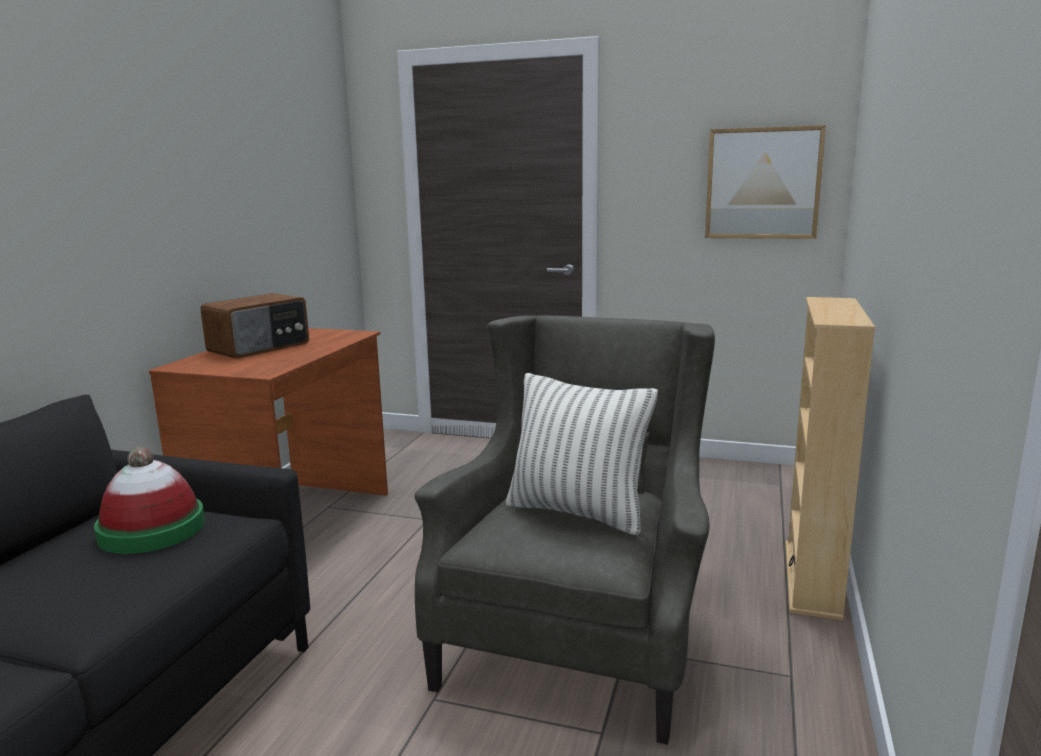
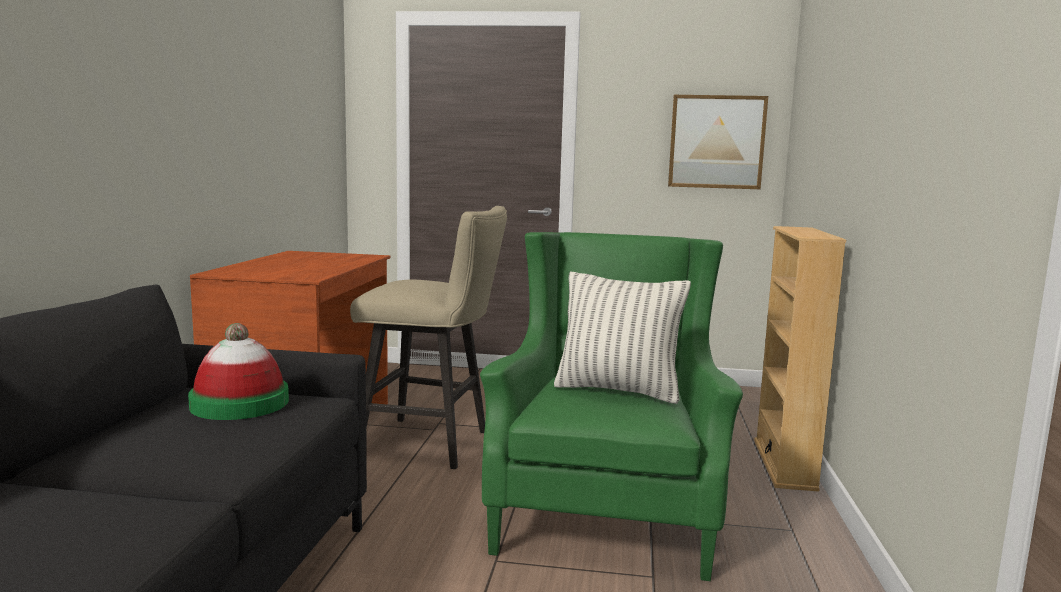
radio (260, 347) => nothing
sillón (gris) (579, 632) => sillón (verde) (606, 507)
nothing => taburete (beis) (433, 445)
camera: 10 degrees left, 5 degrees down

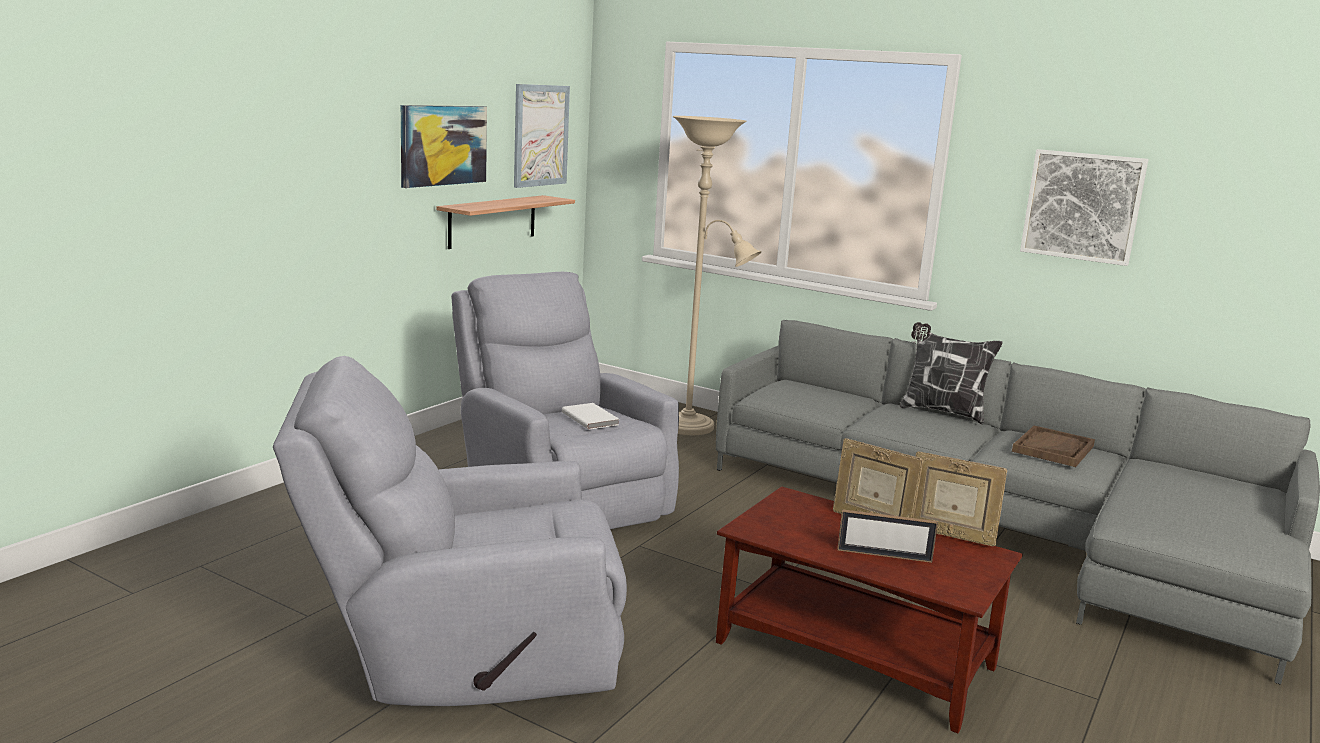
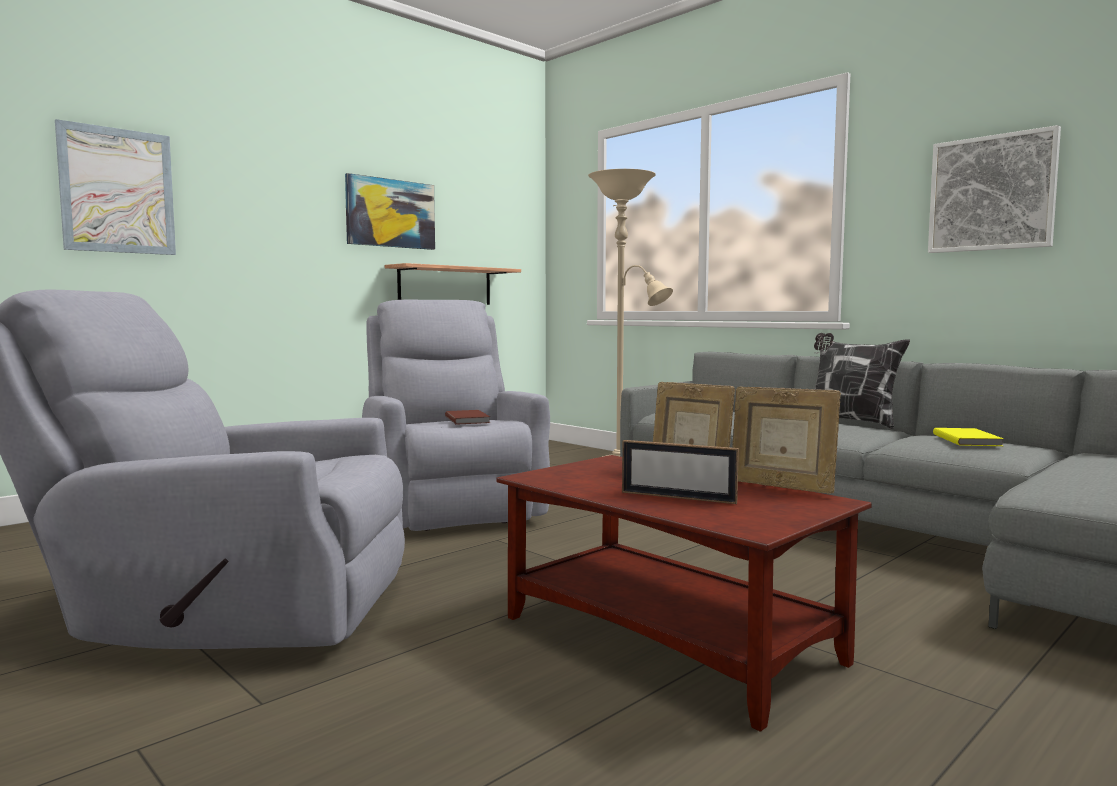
cuadro (540, 135) => cuadro (117, 191), relocated
libro (blanco) (591, 418) => libro (marrón) (468, 419)
bandeja (marrón) (1053, 448) => libro (amarillo) (968, 440)
camera: 15 degrees right, 10 degrees down

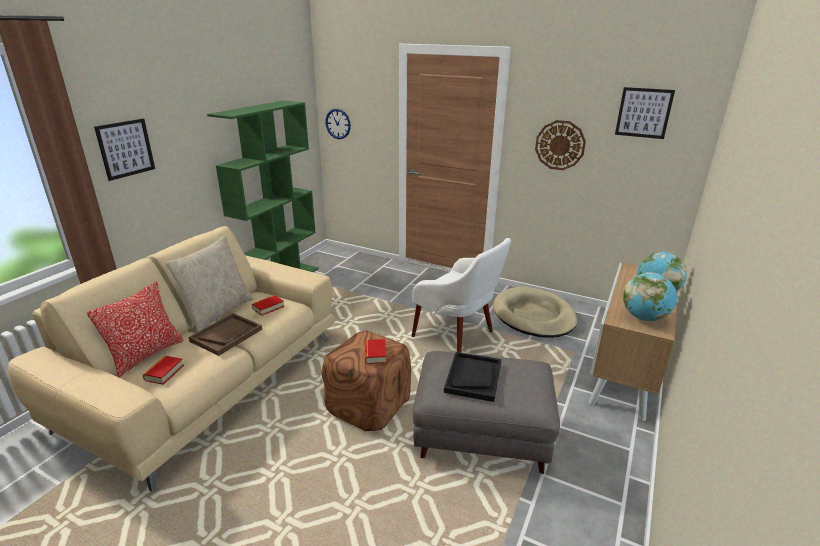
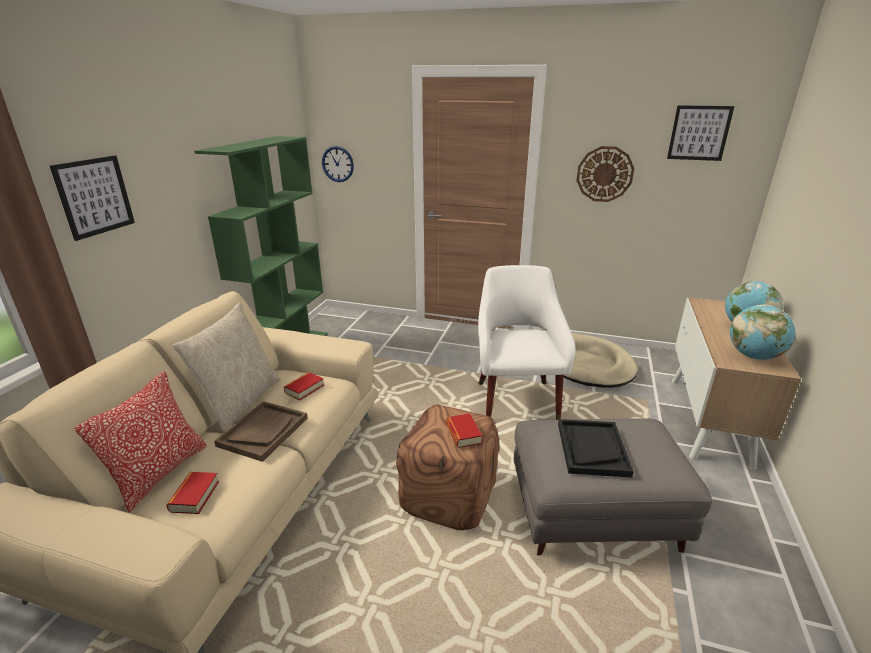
sillón (blanco) (457, 336) => sillón (blanco) (516, 397), 120 degrees counterclockwise
camera: 10 degrees left, 0 degrees up

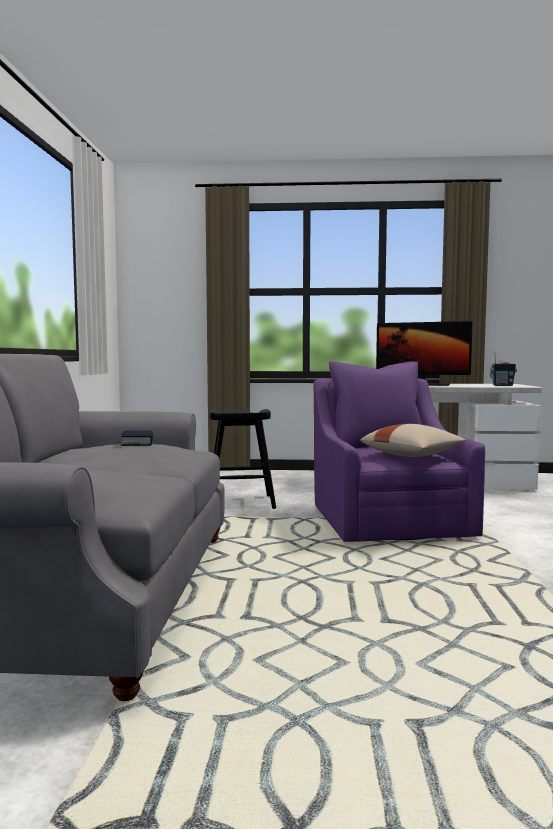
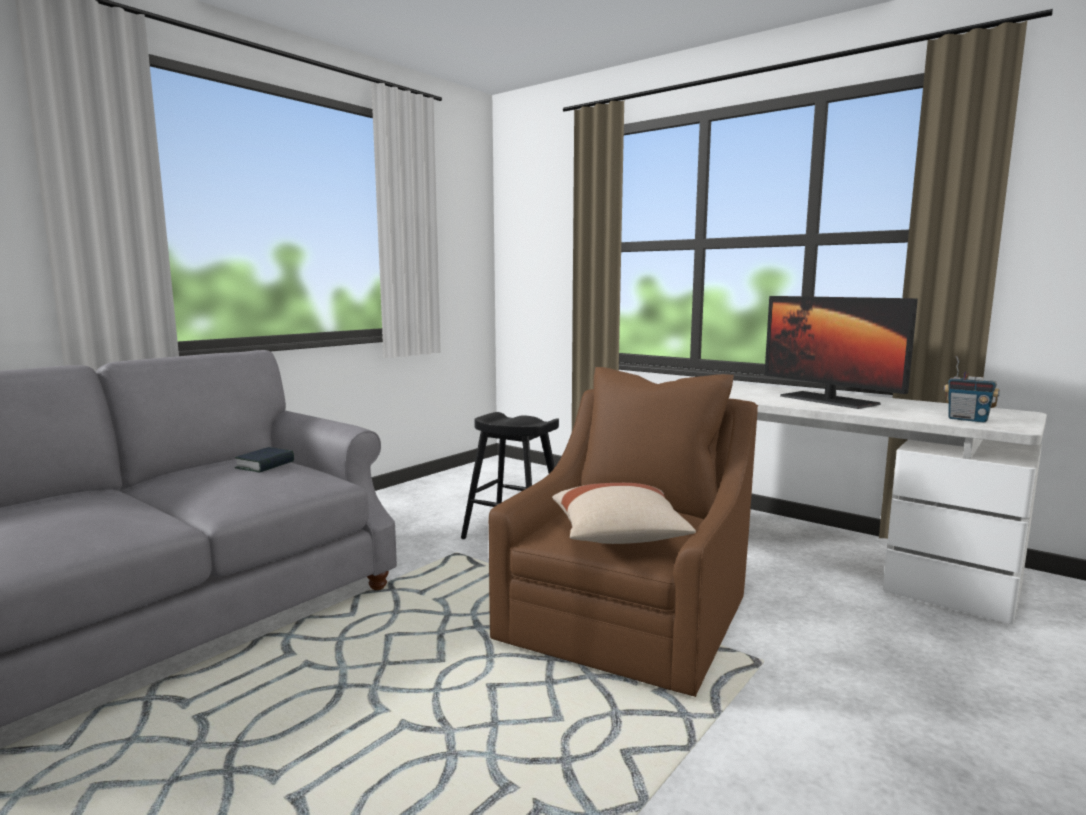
sillón (morado) (388, 521) => sillón (marrón) (630, 617)
camera: 35 degrees right, 5 degrees up

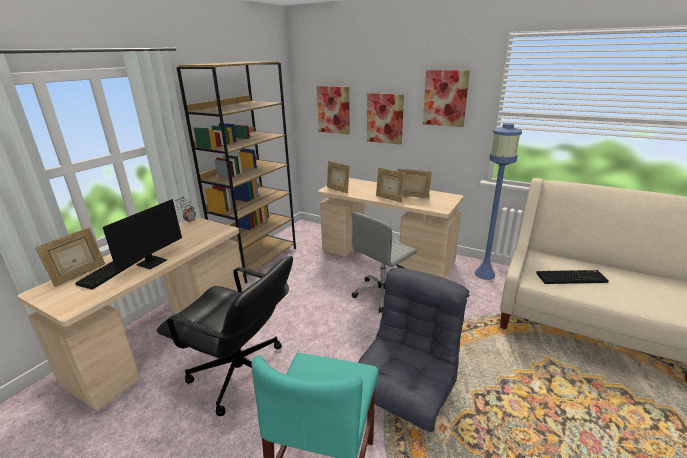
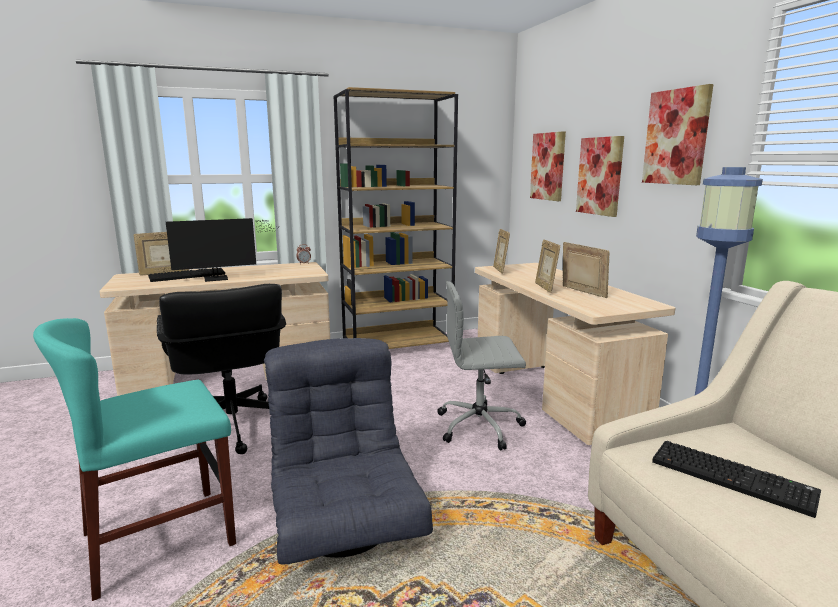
sillón (gris) (406, 389) => sillón (gris) (346, 524), 90 degrees counterclockwise
camera: 40 degrees right, 10 degrees down

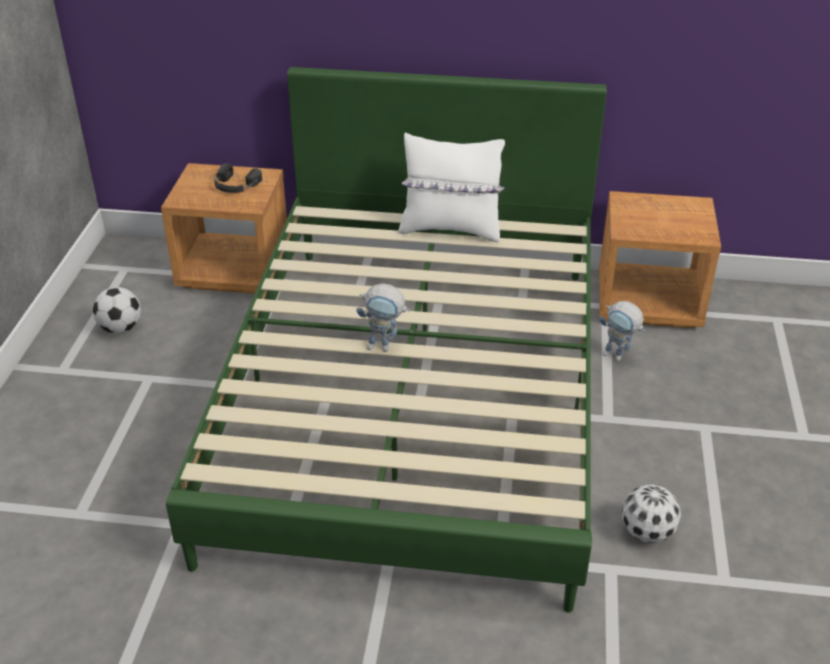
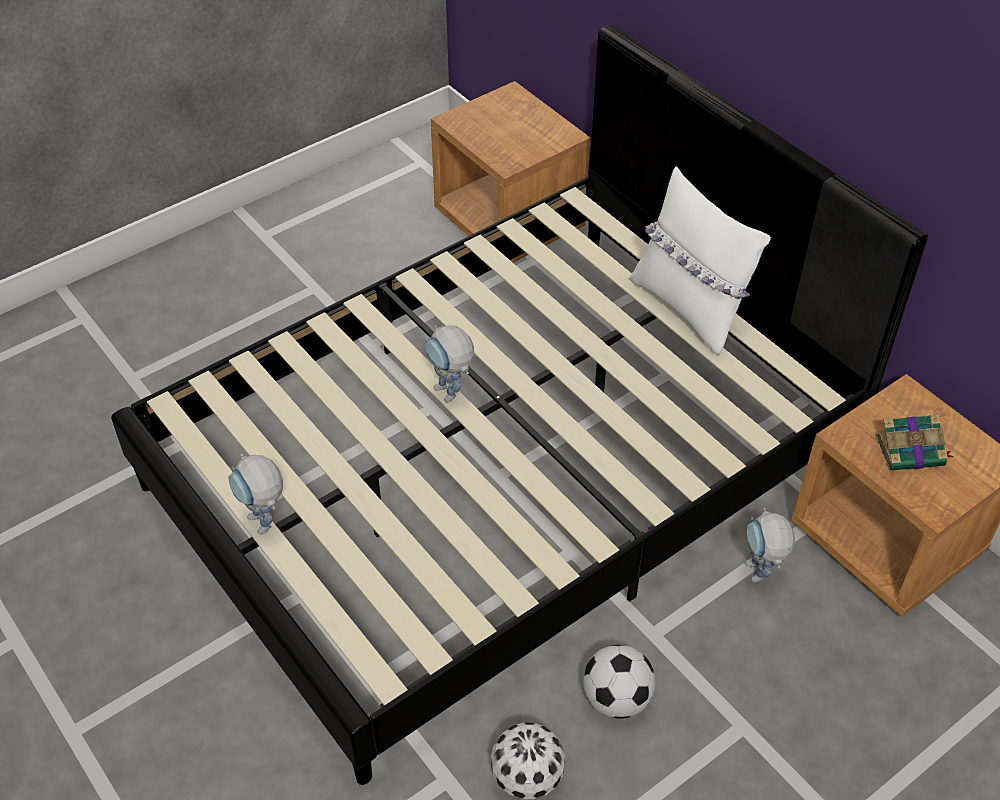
balón de fútbol (121, 328) => balón de fútbol (616, 699), relocated
cama (verde) (416, 397) => cama (negro) (501, 469)
auriculares (negro) (235, 185) => nothing
nothing => robot de juguete (266, 527)
nothing => libro (911, 451)
camera: 45 degrees right, 10 degrees up

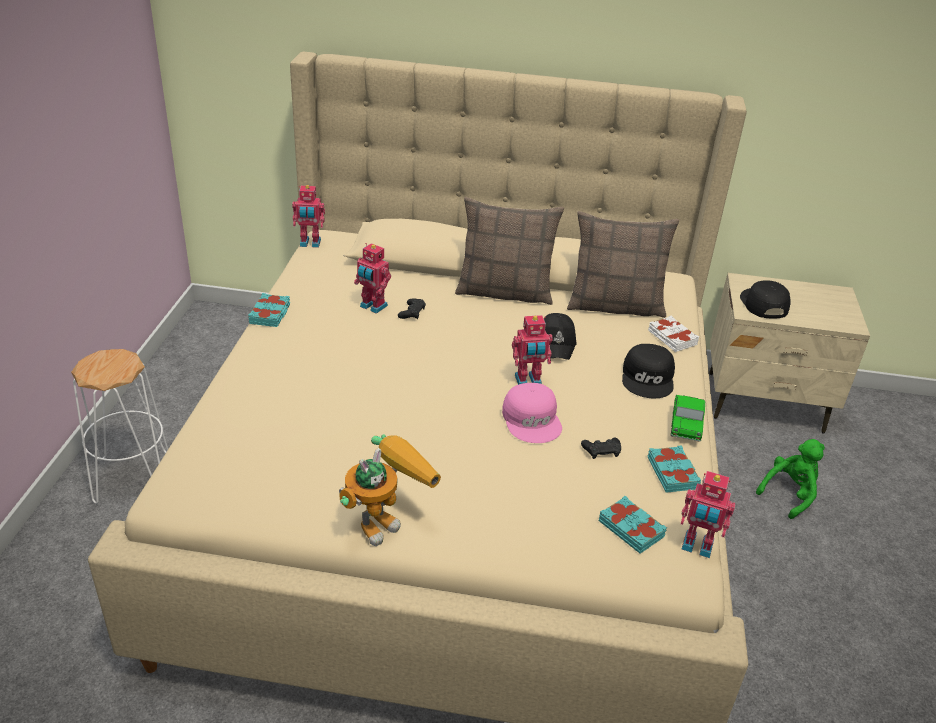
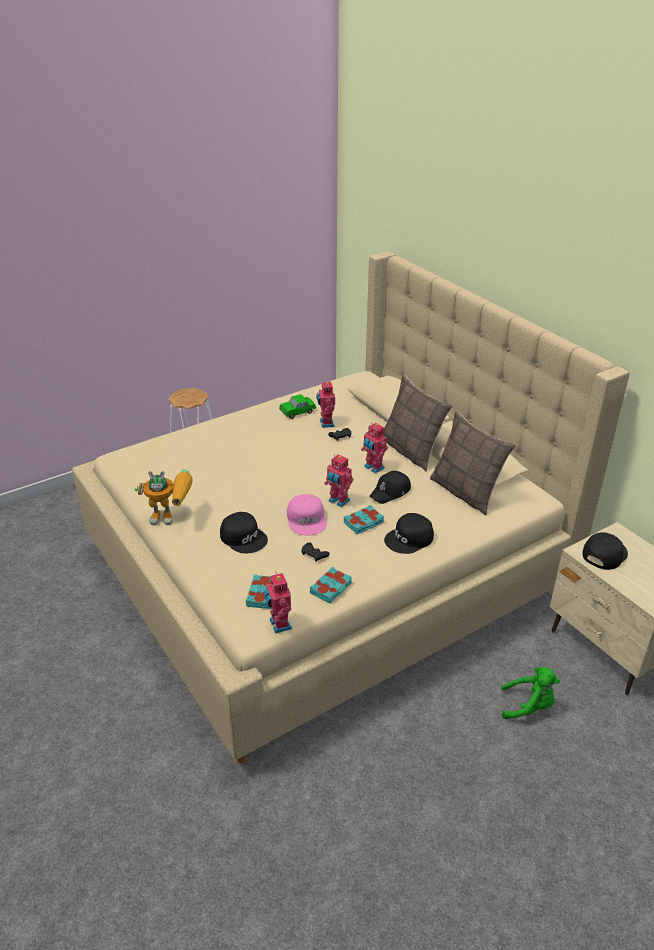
libro (turquesa) (270, 314) => libro (turquesa) (364, 523), relocated
robot de juguete (310, 243) => robot de juguete (373, 468), relocated
gorra (rosa) (532, 419) => gorra (rosa) (307, 519), 45 degrees counterclockwise
libro (blanco) (671, 338) => nothing
coche de juguete (685, 426) => coche de juguete (297, 412), relocated
nothing => gorra (negro) (244, 537)
camera: 50 degrees right, 0 degrees up

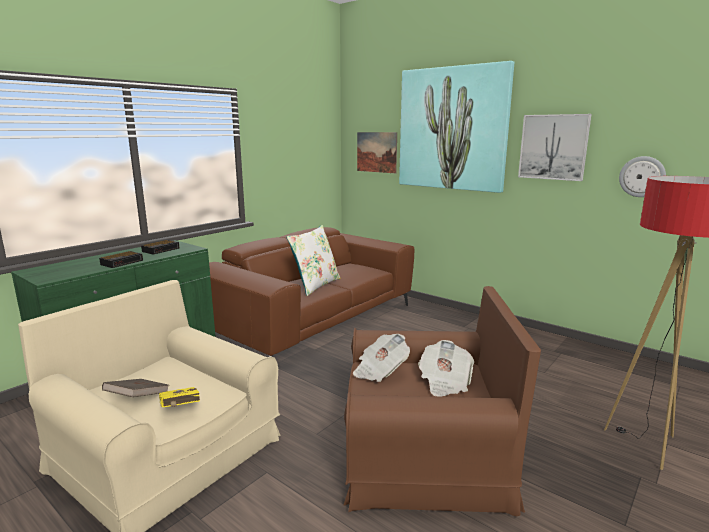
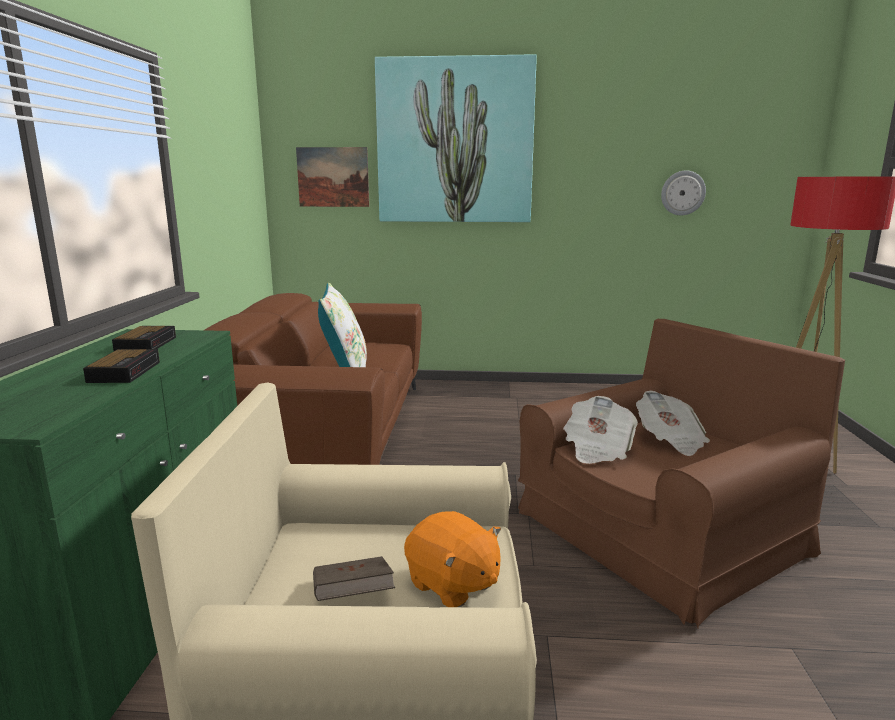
libro (amarillo) (180, 410) => peluche (naranja) (452, 585)
cuadro (553, 147) => nothing
camera: 35 degrees left, 0 degrees up

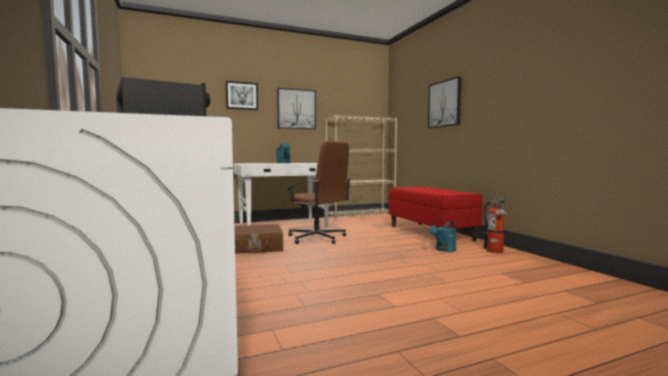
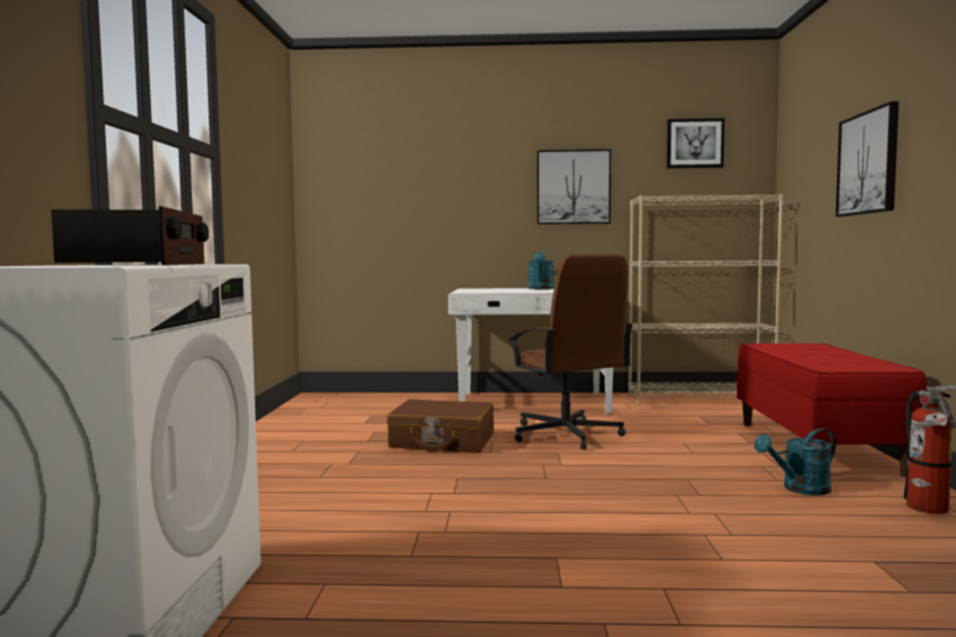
cuadro (241, 96) => cuadro (694, 143), relocated
camera: 25 degrees right, 0 degrees up

